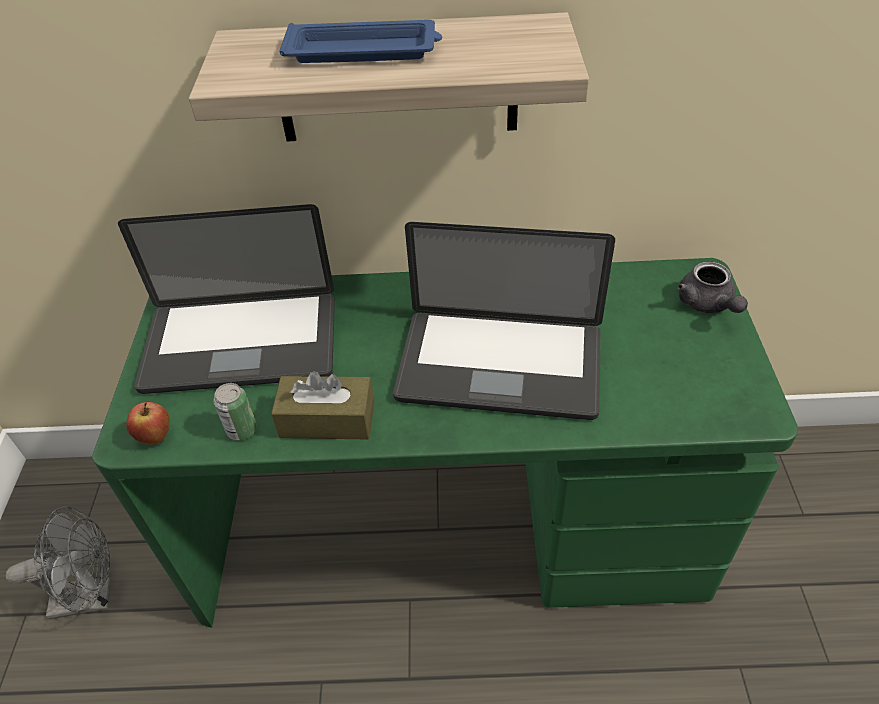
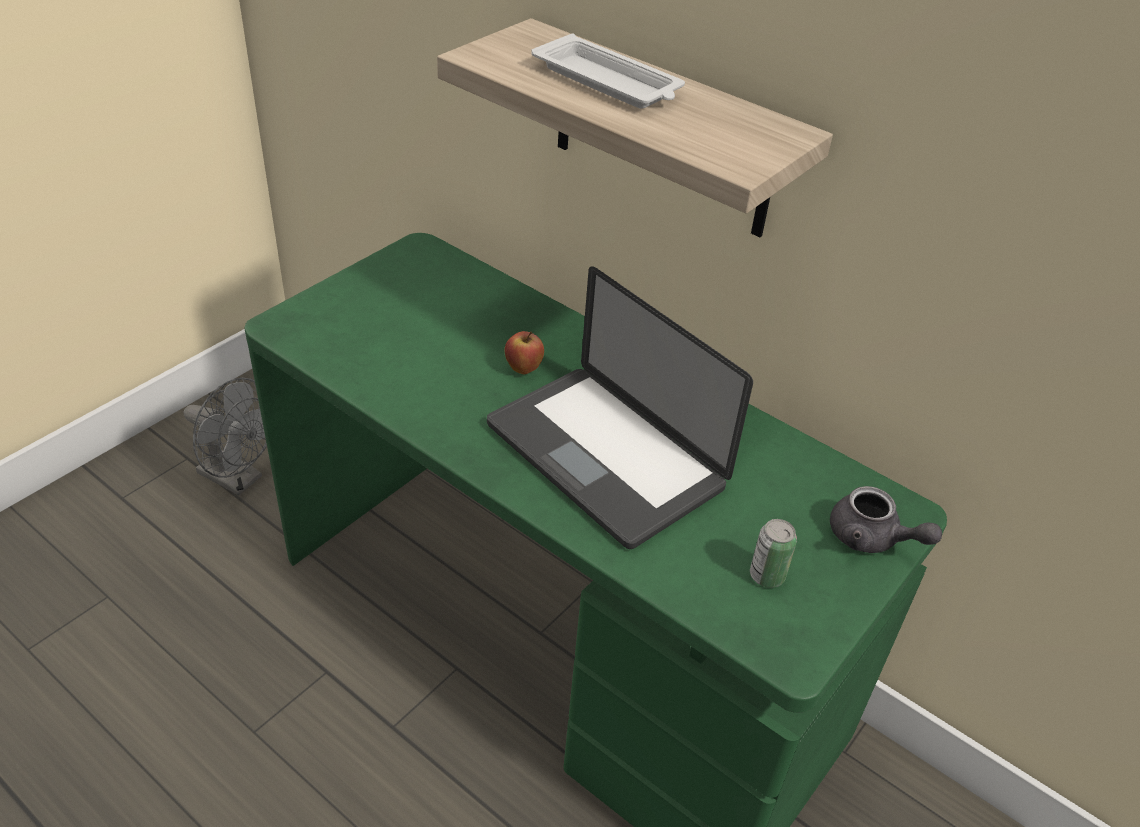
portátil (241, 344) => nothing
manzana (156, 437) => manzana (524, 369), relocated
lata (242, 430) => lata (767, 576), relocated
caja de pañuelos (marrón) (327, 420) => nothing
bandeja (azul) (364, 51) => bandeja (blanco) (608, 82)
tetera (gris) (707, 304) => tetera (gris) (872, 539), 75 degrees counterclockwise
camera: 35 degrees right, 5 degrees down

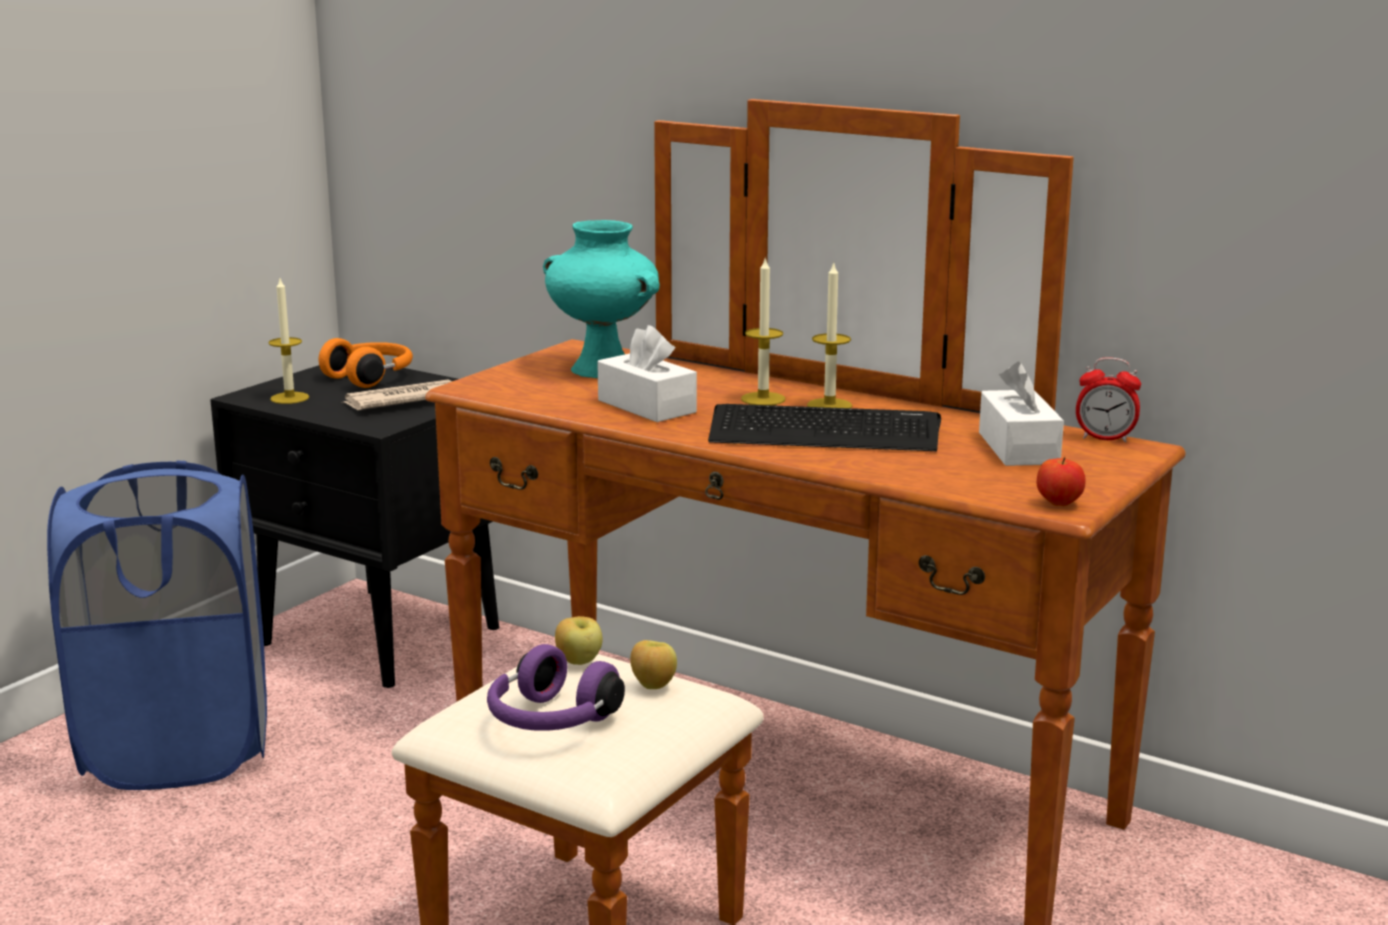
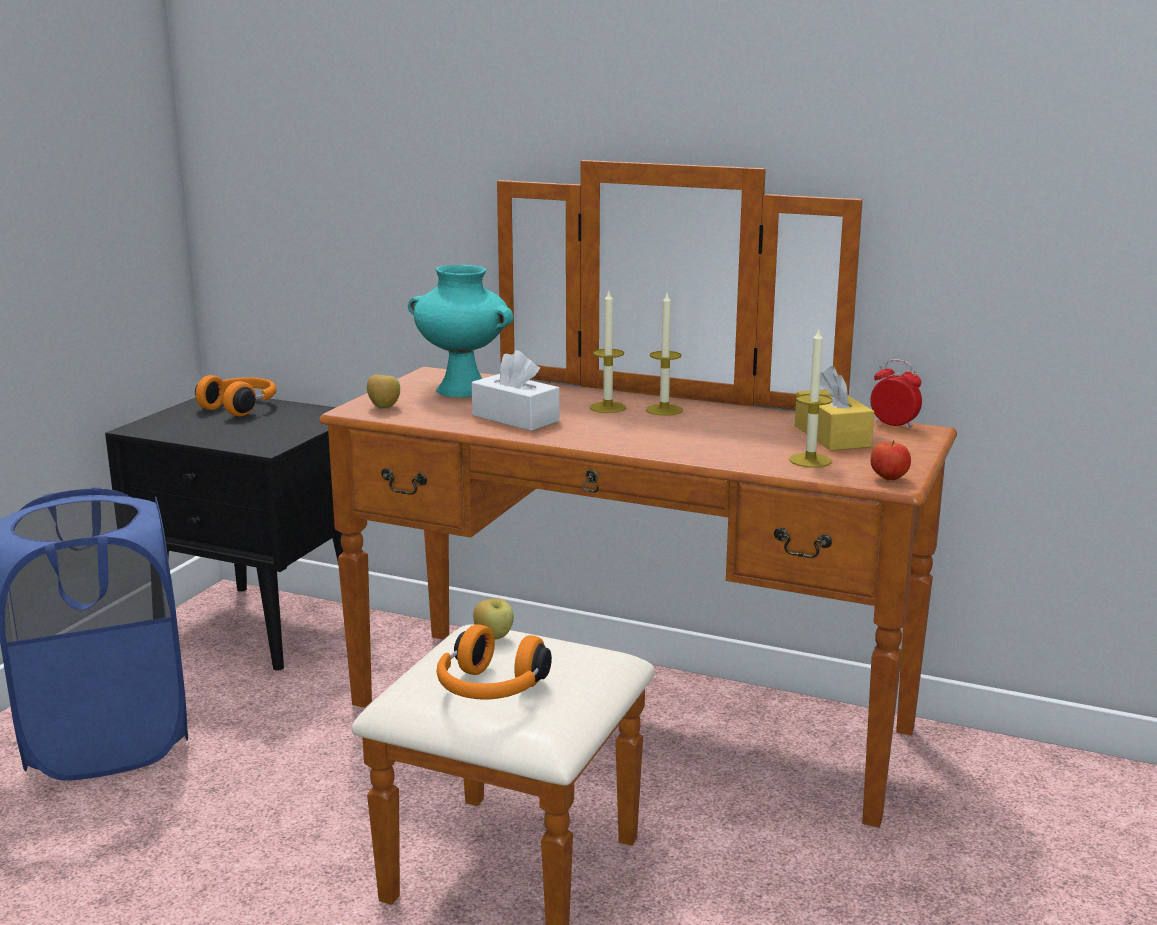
vela (289, 398) => vela (810, 460), relocated
periódico (402, 401) => nothing
auriculares (morado) (550, 721) => auriculares (naranja) (490, 690)
manzana (653, 686) => manzana (384, 407), relocated
teclado (824, 432) => nothing
caja de pañuelos (blanco) (1018, 448) => caja de pañuelos (amarillo) (832, 436)
despertador (1105, 438) => despertador (893, 425), 150 degrees counterclockwise
camera: 10 degrees left, 0 degrees up

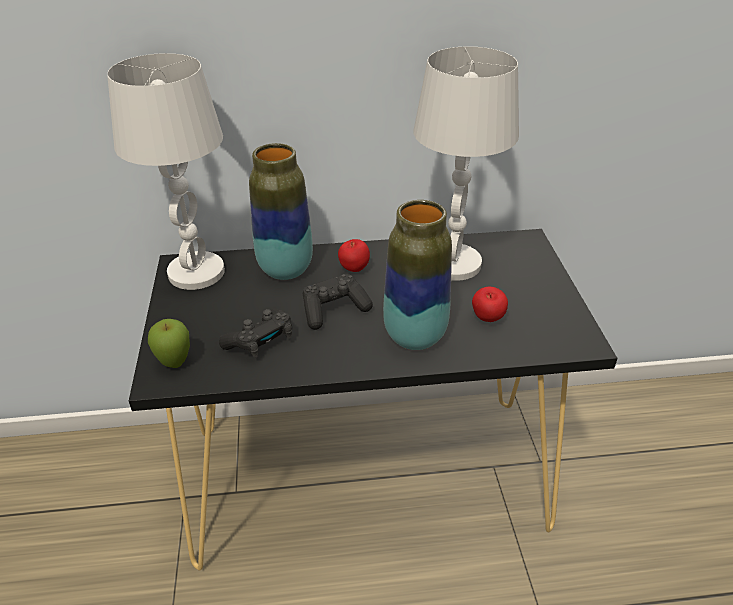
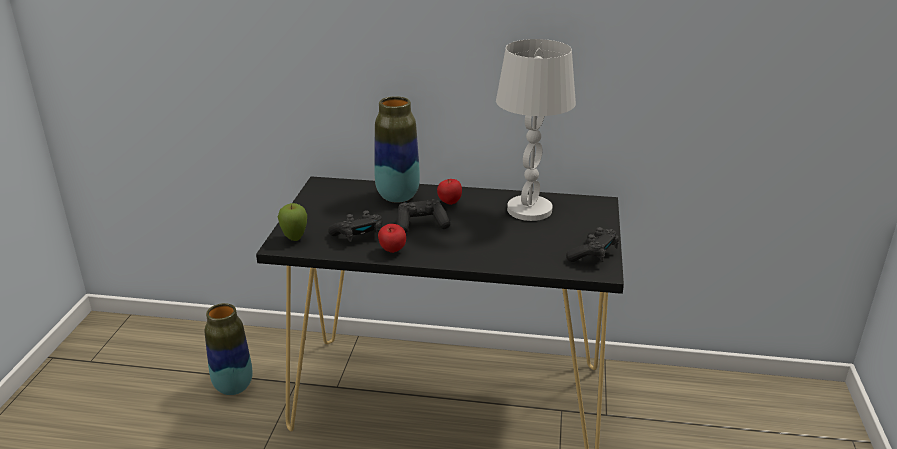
lámpara de mesa (blanco) (196, 272) => nothing
florero (415, 336) => florero (233, 387), relocated
manzana (487, 319) => manzana (392, 251), relocated
nothing => mando de consola (negro) (593, 255)
camera: 15 degrees right, 10 degrees down

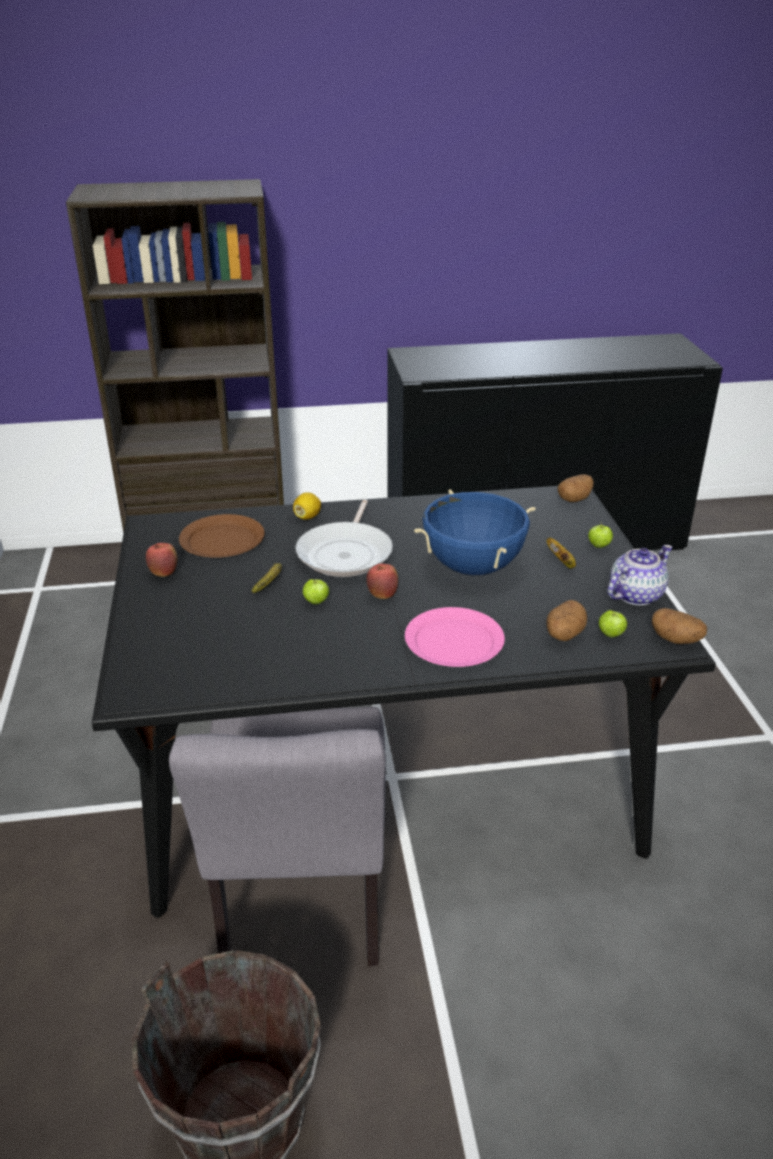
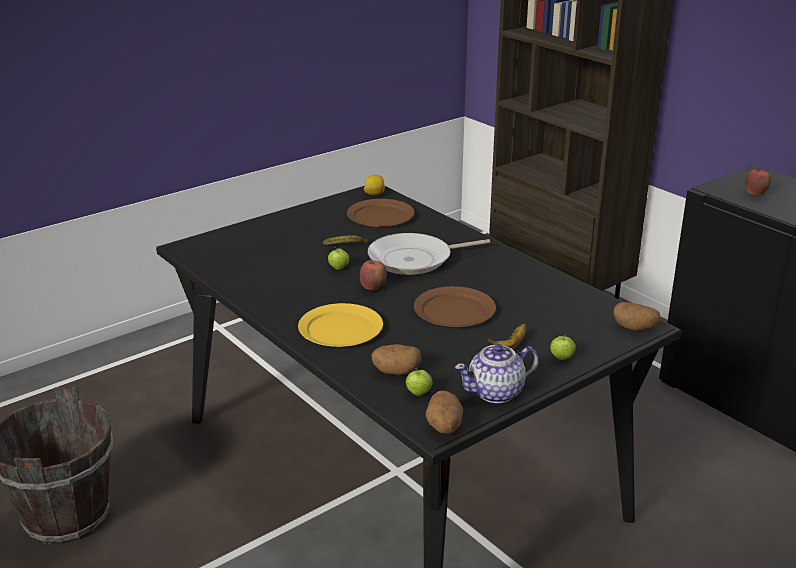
manzana (164, 573) => manzana (755, 194), relocated
silla (gris) (300, 908) => nothing
limón (307, 517) => limón (374, 194), relocated
plato (rosa) (454, 642) => plato (amarillo) (340, 329)
olla (azul) (472, 567) => plato (marrón) (454, 310)
tetera (634, 595) => tetera (496, 392), 135 degrees clockwise
camera: 60 degrees right, 5 degrees down

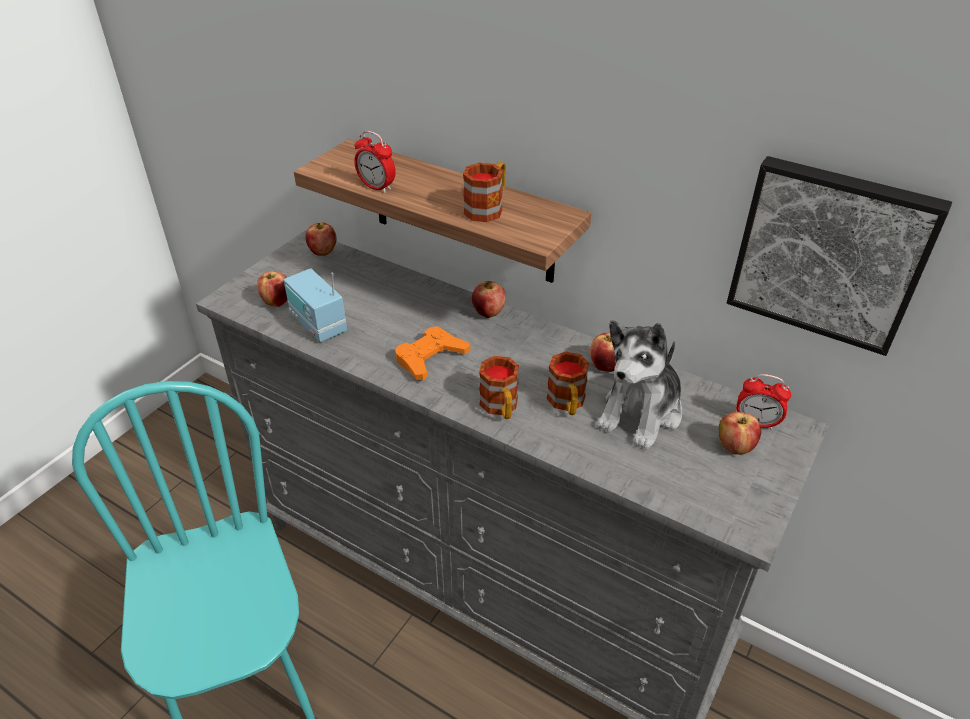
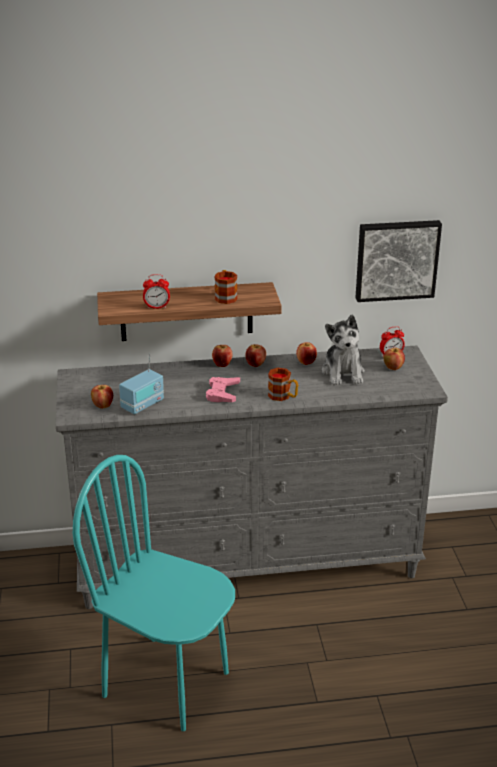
radio (317, 324) => radio (143, 405), 60 degrees counterclockwise
manzana (323, 252) => manzana (255, 364), relocated
mando de consola (naranja) (430, 358) => mando de consola (rosa) (222, 393)
taza grande (567, 403) => nothing
camera: 40 degrees left, 10 degrees down

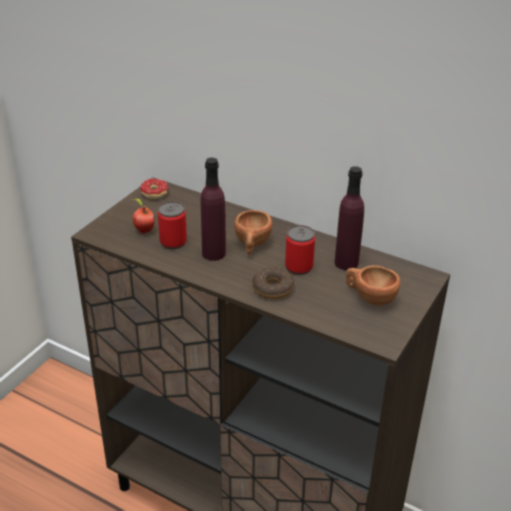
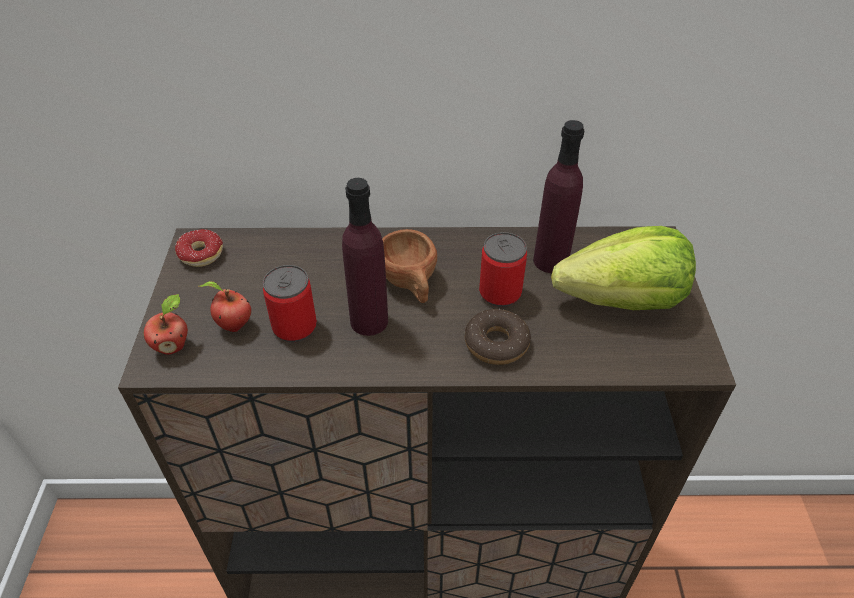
taza (marrón) (369, 297) => lechuga (622, 301)
nothing => manzana (173, 346)
camera: 30 degrees left, 10 degrees up

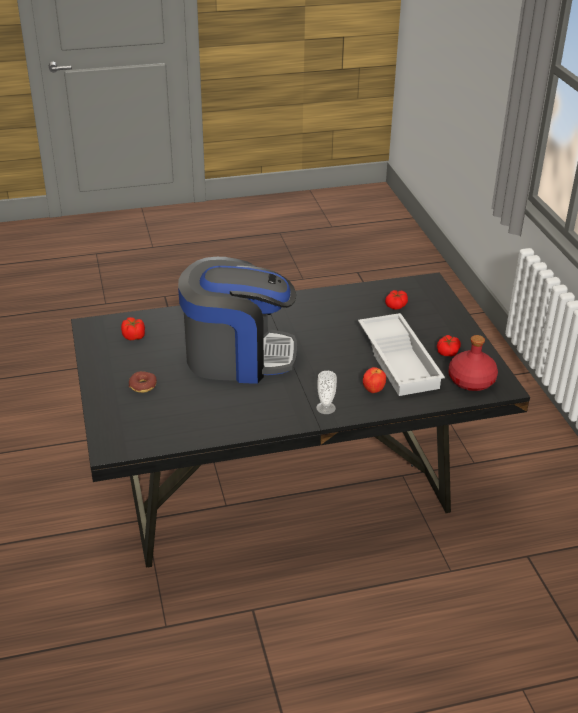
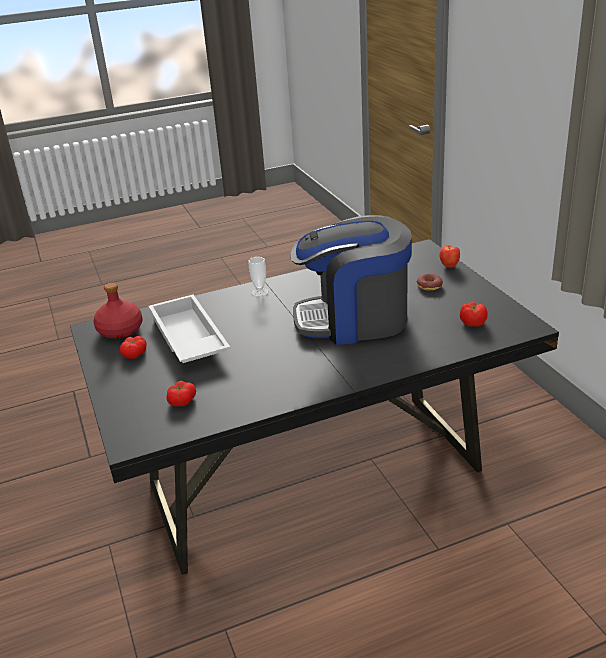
manzana (373, 390) => manzana (449, 266), relocated
camera: 175 degrees right, 5 degrees down

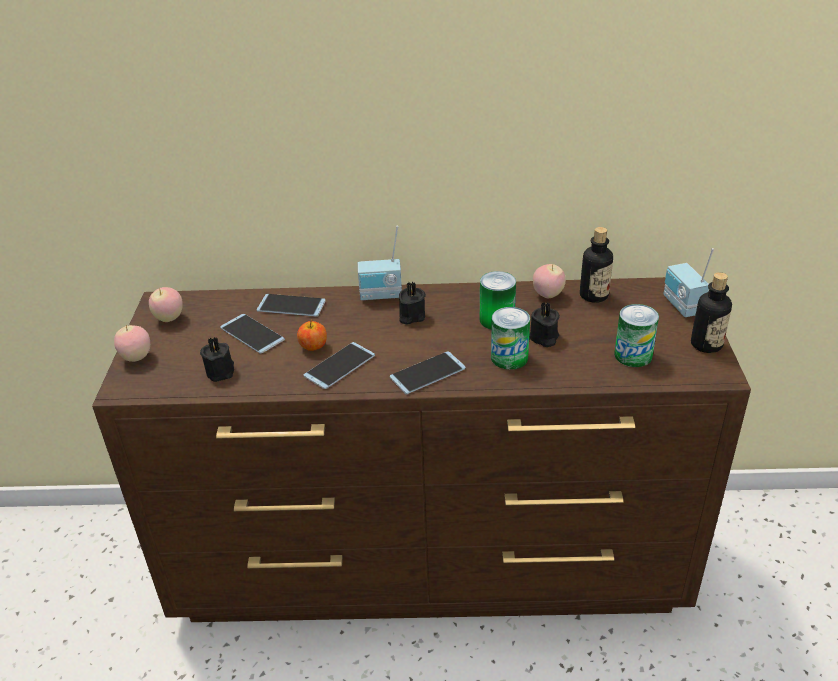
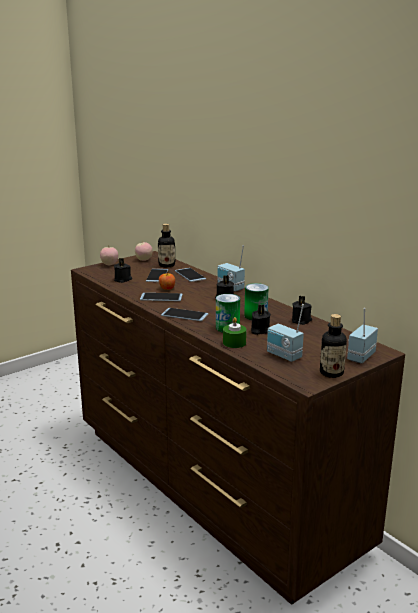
manzana (547, 295) => vela (negro) (301, 320)
botella (594, 295) => botella (166, 265), relocated
lata (633, 355) => radio (283, 356)
nothing => vela (verde) (234, 343)
camera: 50 degrees right, 15 degrees down

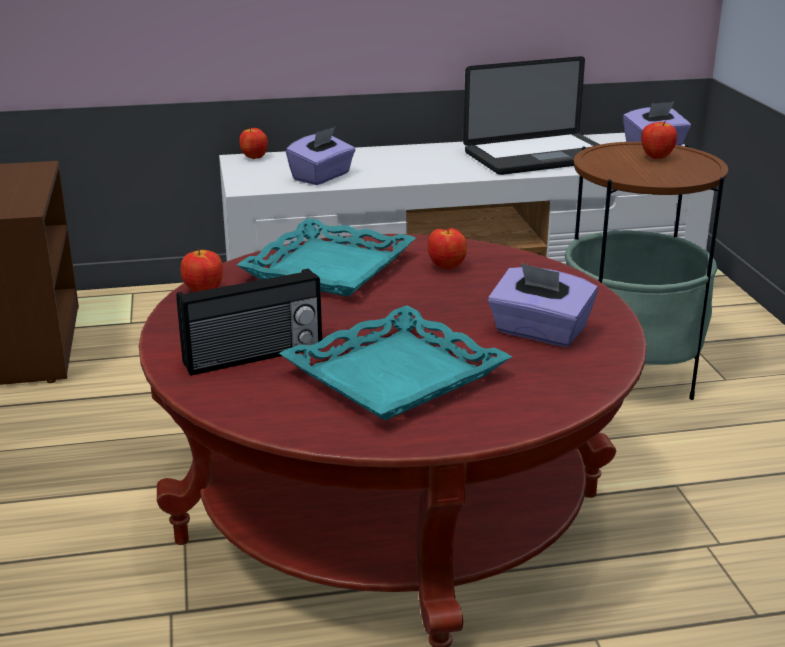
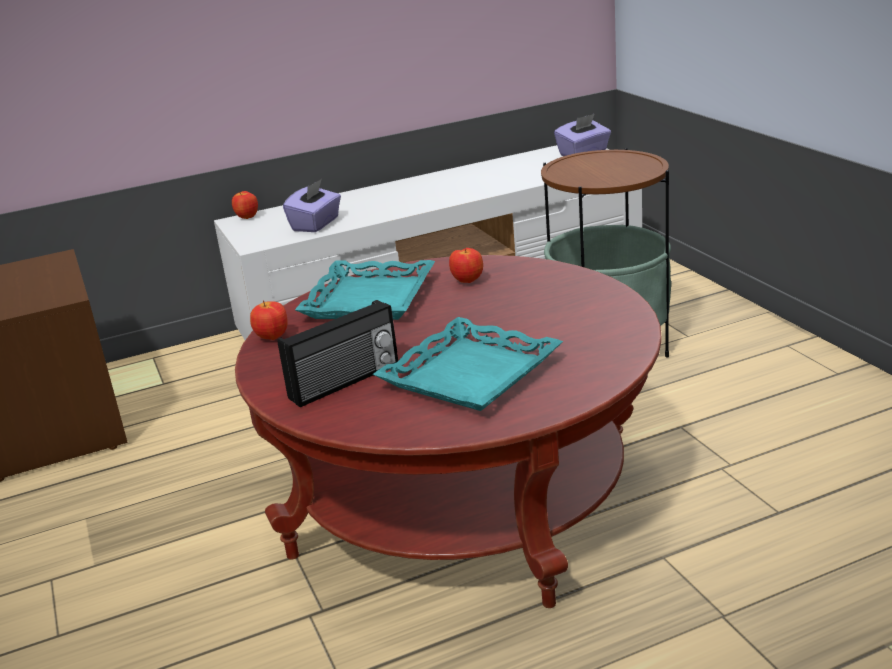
portátil (539, 157) => nothing
caja de pañuelos (morado) (539, 332) => nothing
manzana (657, 158) => nothing
camera: 10 degrees left, 0 degrees up

